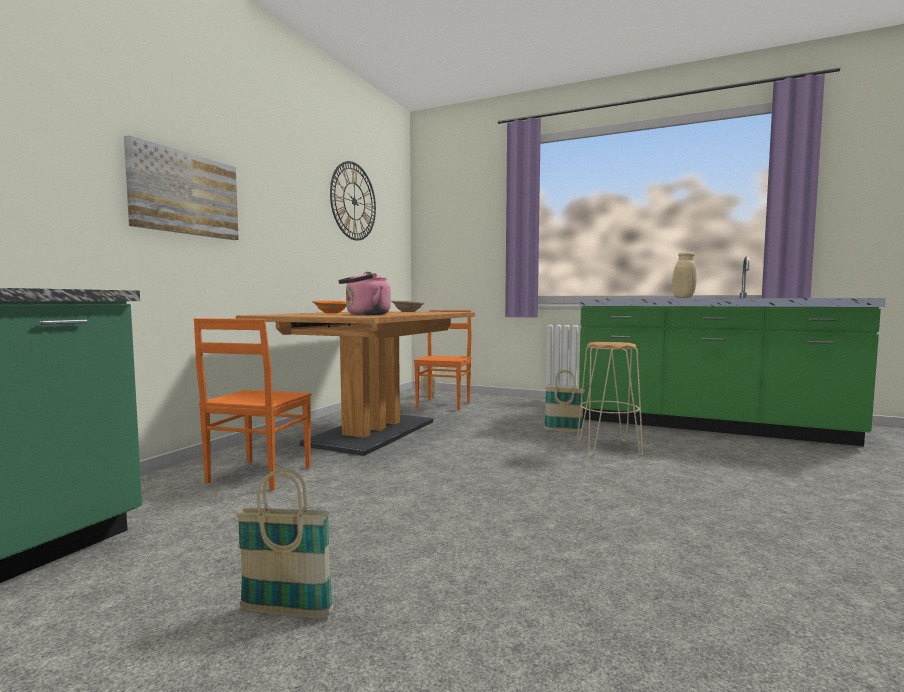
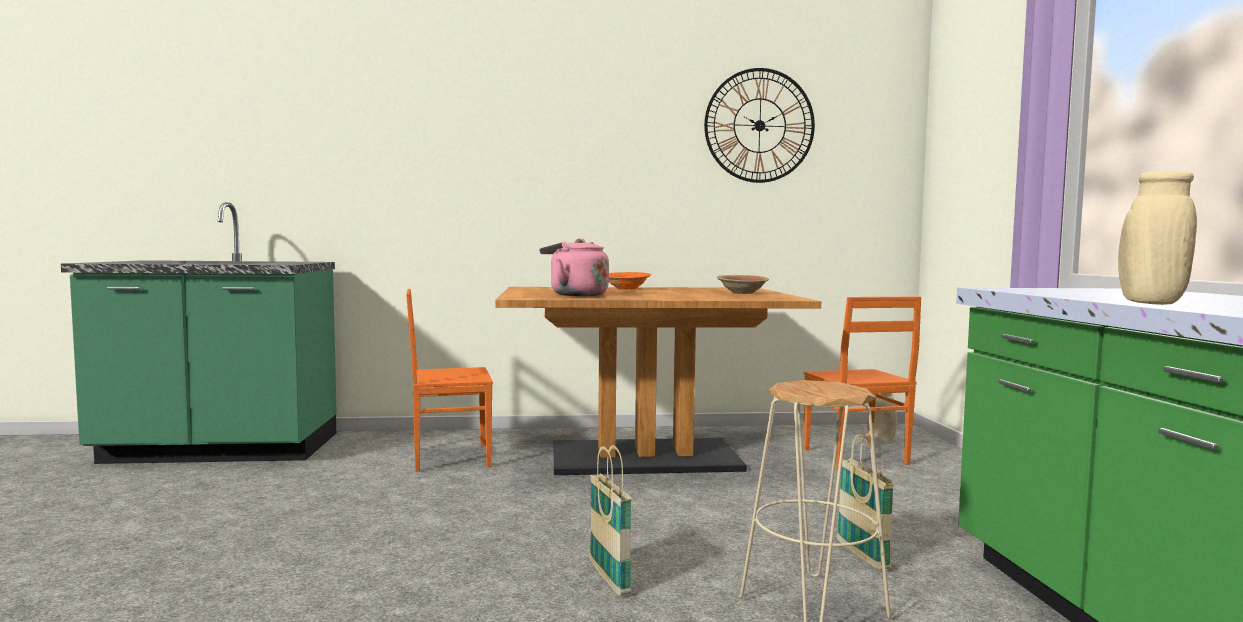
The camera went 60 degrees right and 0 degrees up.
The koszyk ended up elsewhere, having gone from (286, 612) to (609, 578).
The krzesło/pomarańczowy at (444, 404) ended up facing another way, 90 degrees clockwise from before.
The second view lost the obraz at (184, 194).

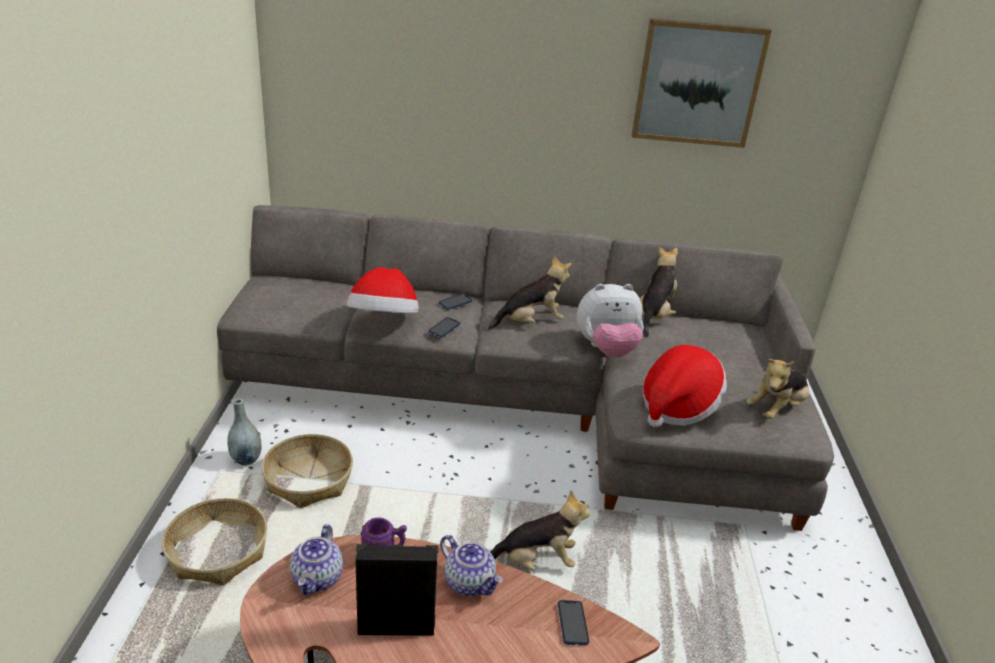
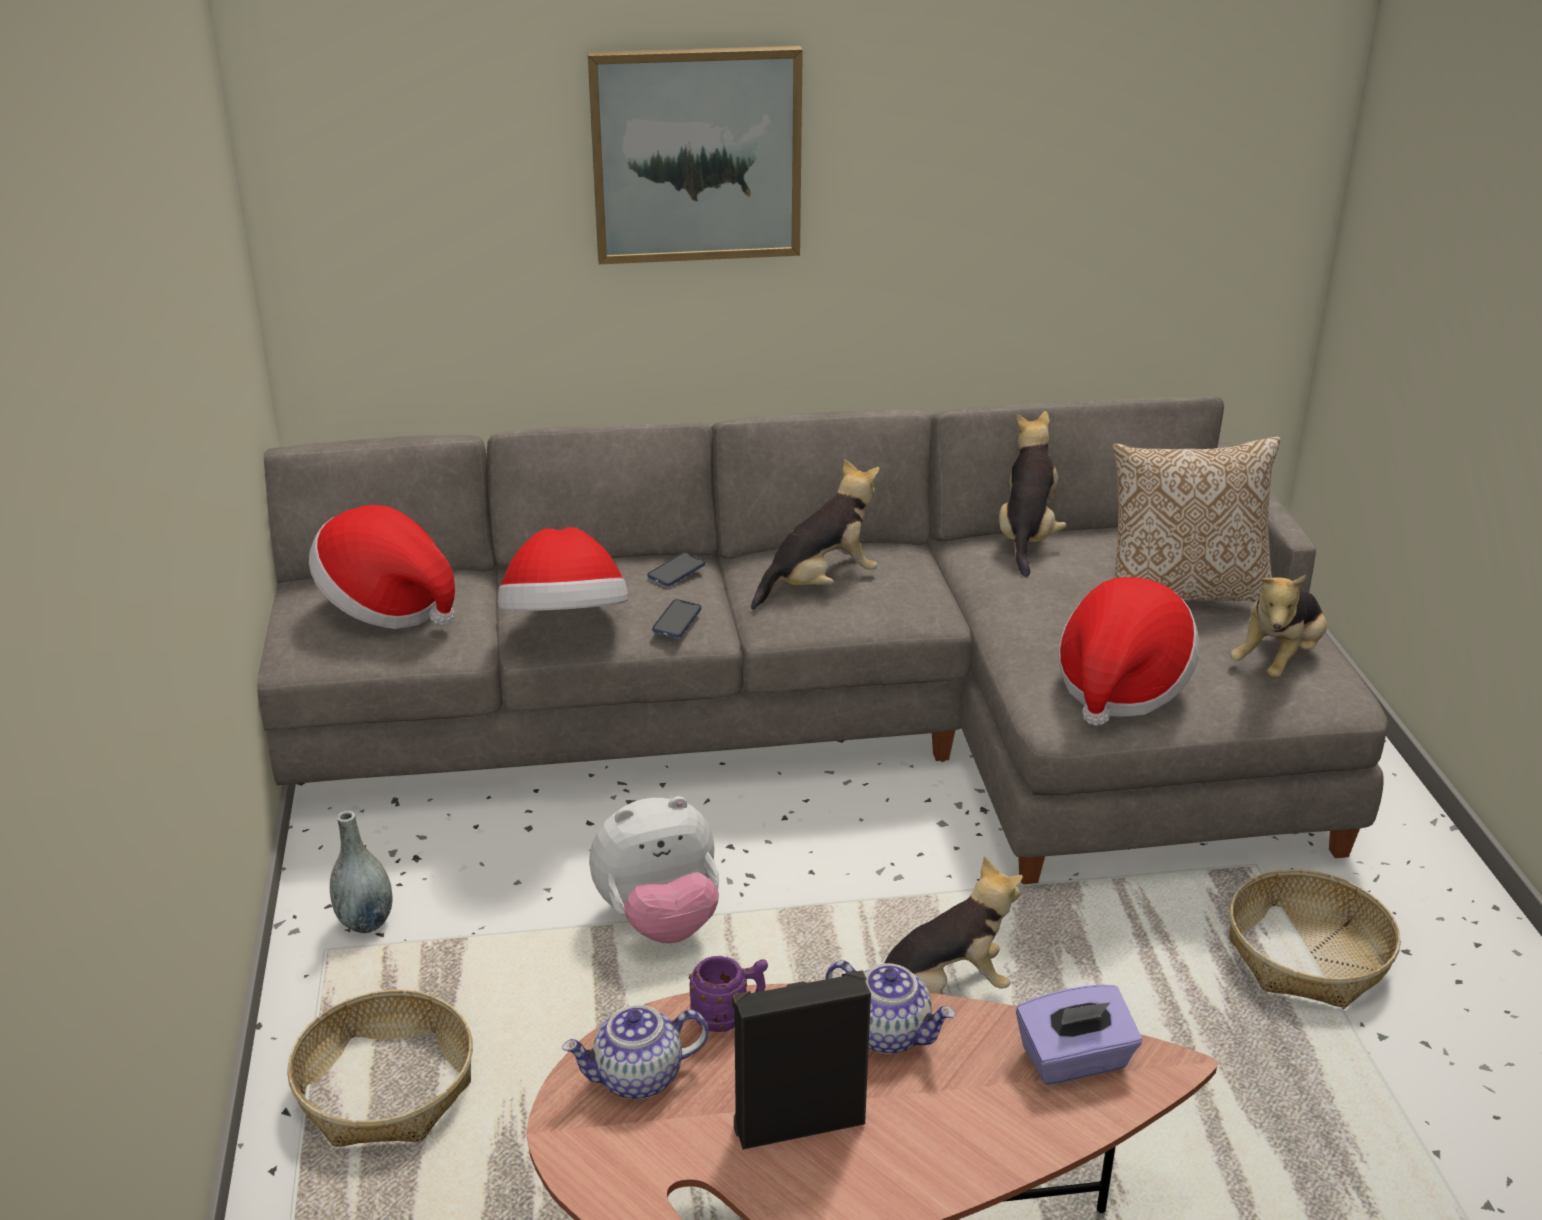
The camera went 10 degrees left and 0 degrees up.
The second view gained the kapelusz at (387, 606).
The imbryk at (318, 579) ended up facing another way, 75 degrees clockwise from before.
The obraz ended up elsewhere, having gone from (698, 83) to (696, 155).
The pluszak ended up elsewhere, having gone from (607, 350) to (659, 921).
Where the telefon stood at (572, 623), the pudełko chusteczek/fioletowy came to stand at (1074, 1060).
The second view gained the poduszka at (1183, 593).
The koszyk ended up elsewhere, having gone from (309, 480) to (1307, 956).

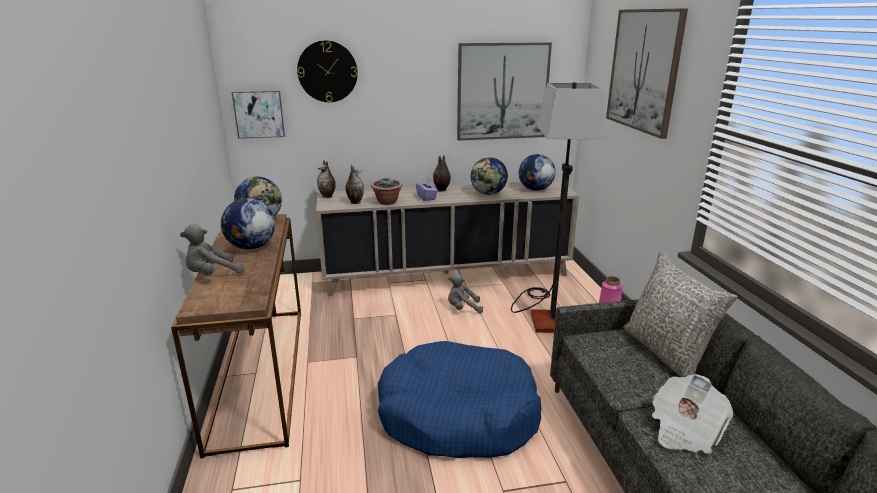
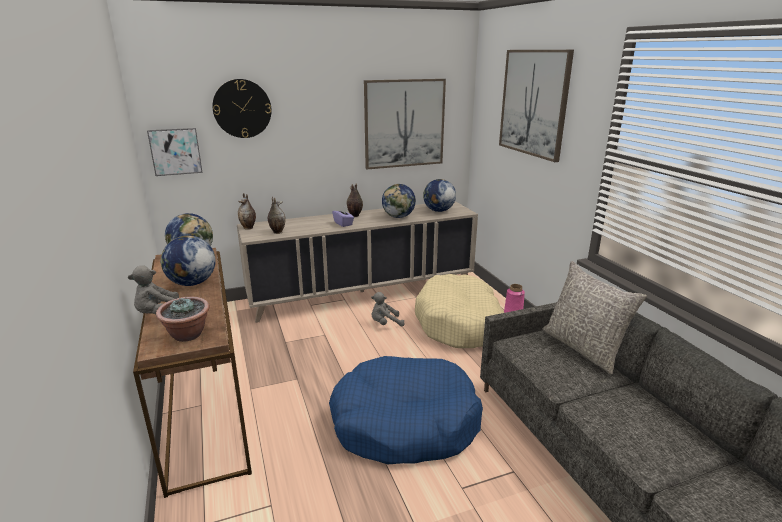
The camera went 10 degrees left and 0 degrees up.
The roślina doniczkowa ended up elsewhere, having gone from (387, 202) to (188, 335).
Where the lampa stojąca stood at (545, 315), the legowisko/beżowy came to stand at (459, 323).
The second view lost the gazeta at (684, 430).

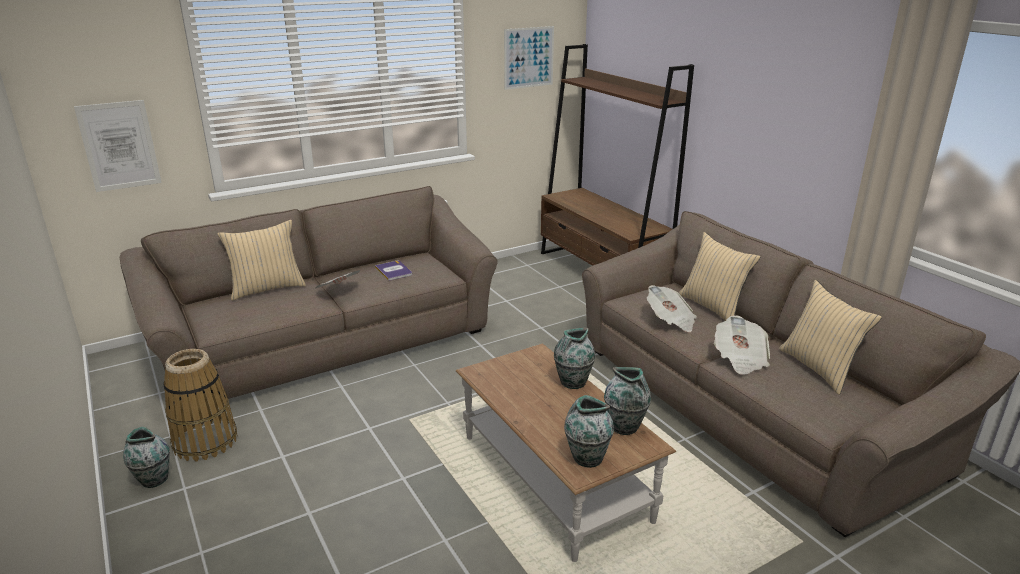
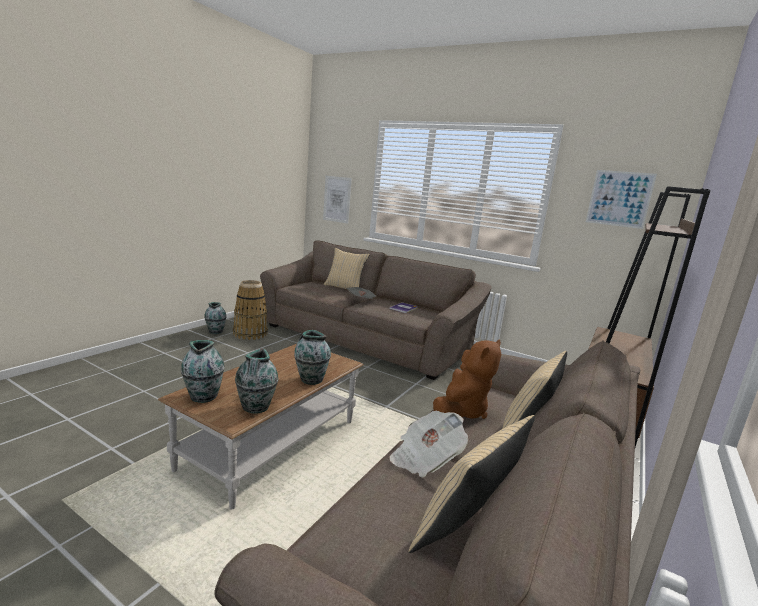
The camera went 60 degrees right and 10 degrees down.
Where the gazeta stood at (670, 321), the pluszak/brązowy came to stand at (461, 411).

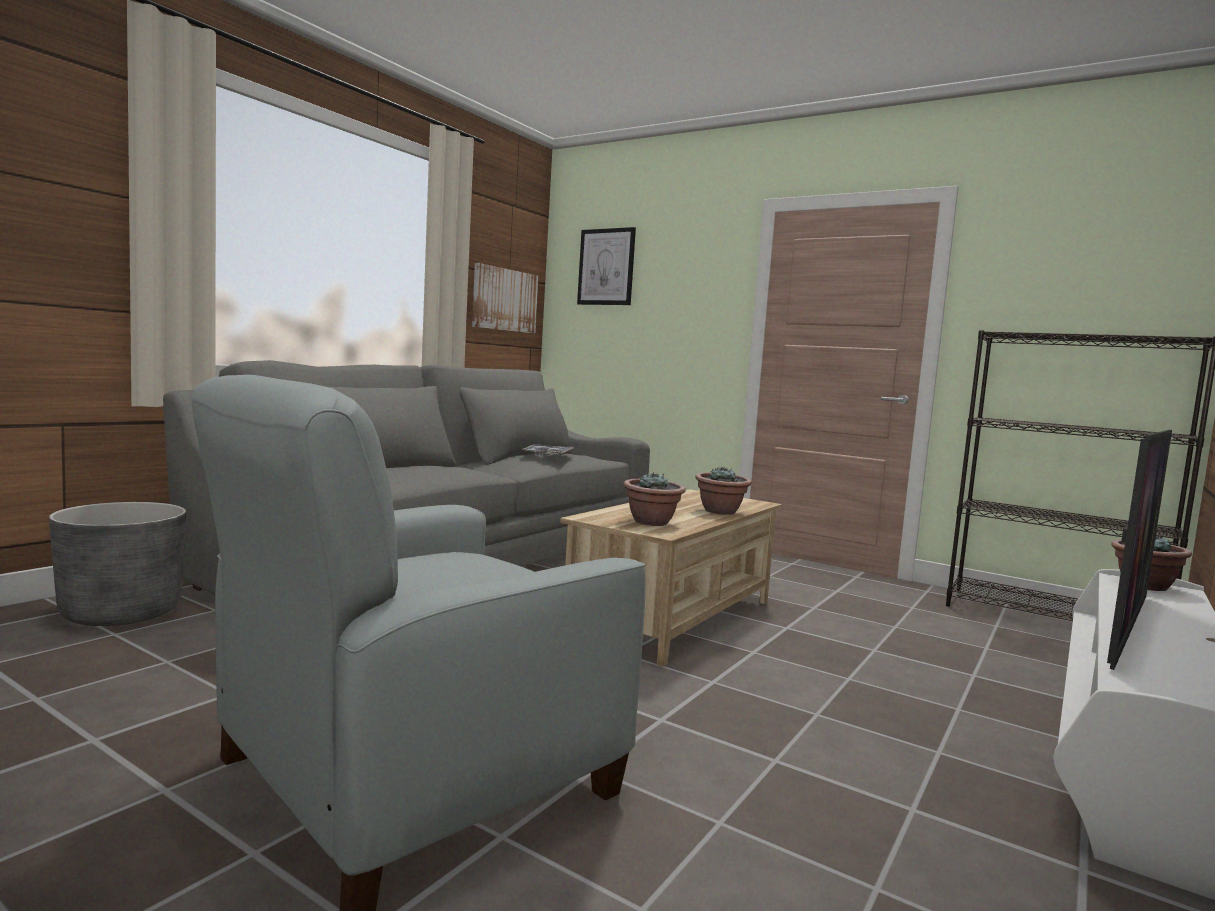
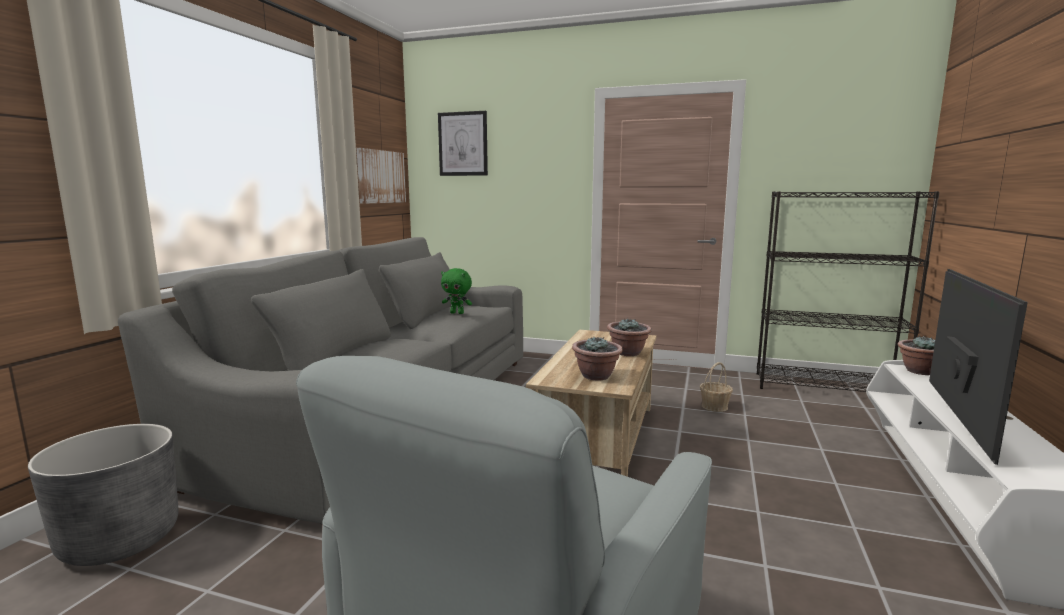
The camera went 15 degrees left and 5 degrees up.
Where the taca stood at (548, 455), the pluszak/zielony came to stand at (457, 313).
The second view gained the koszyk at (715, 406).

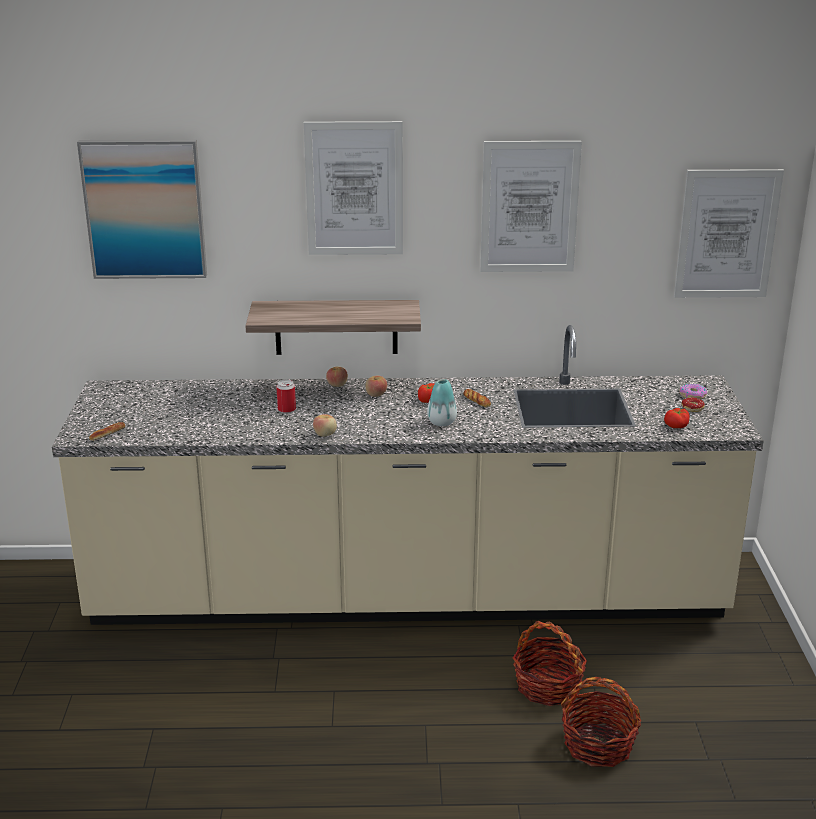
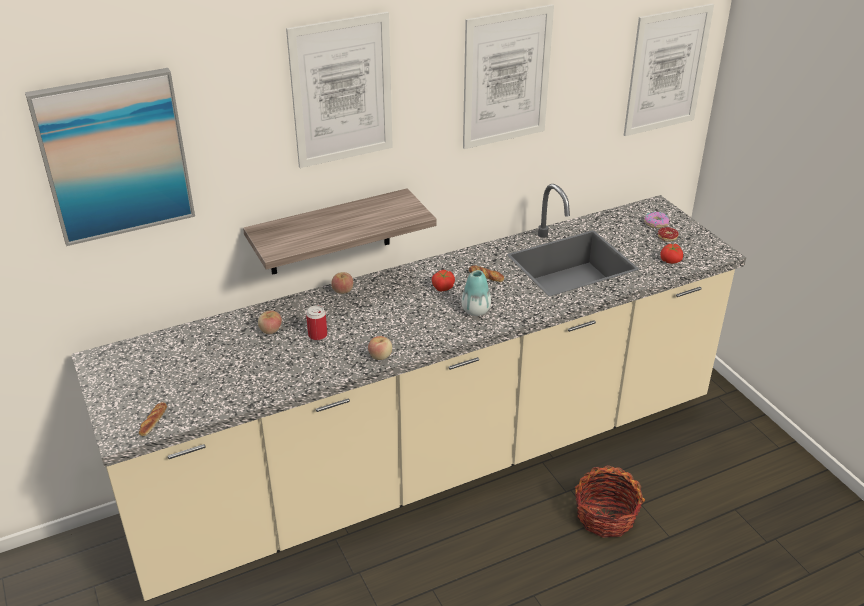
The camera went 25 degrees left and 10 degrees up.
The jabłko ended up elsewhere, having gone from (376, 395) to (270, 330).
The second view lost the koszyk at (598, 745).

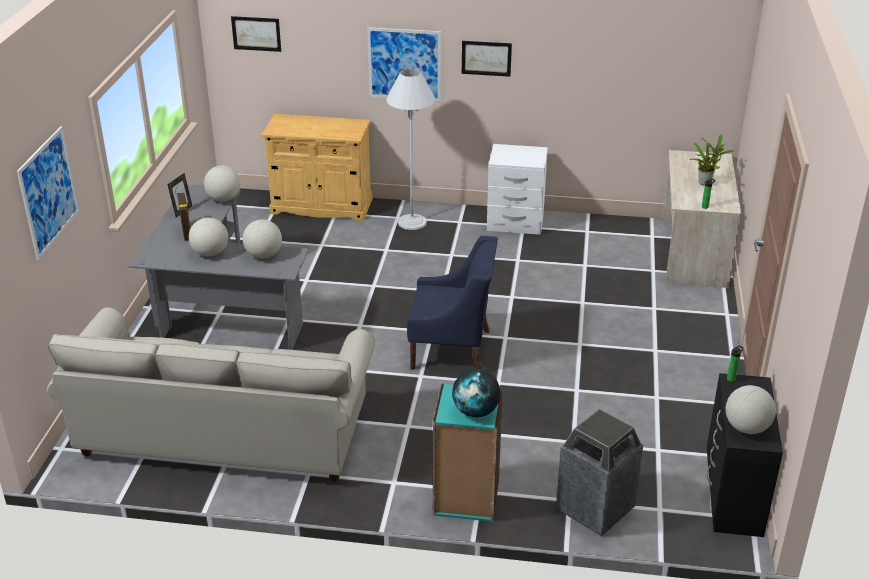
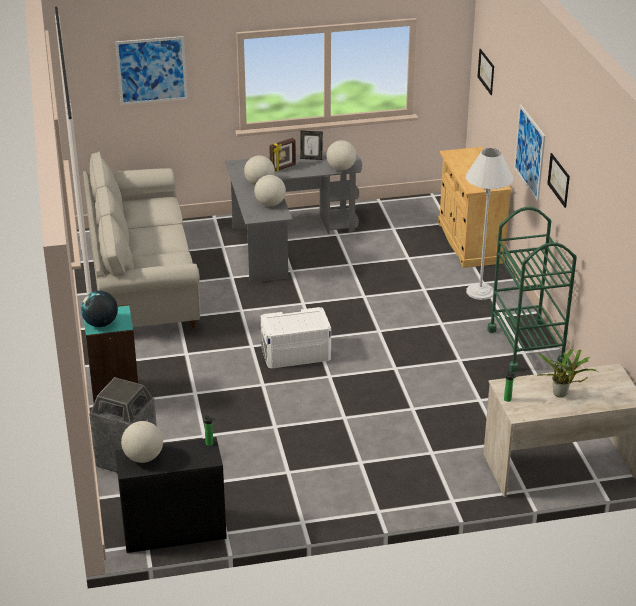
The camera went 70 degrees right and 0 degrees up.
Where the fotel/niebieski stood at (452, 349), the pojemnik do przechowywania/biały came to stand at (295, 353).
Where the szafka nocna/biały stood at (515, 223), the wózek/zielony came to stand at (526, 346).

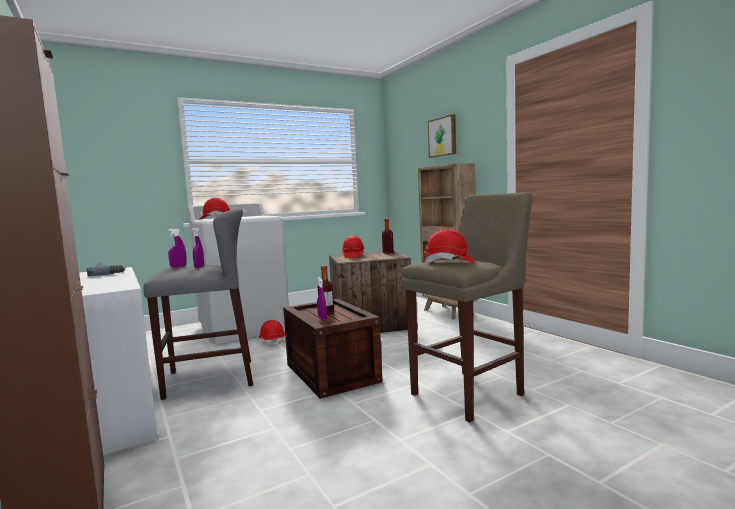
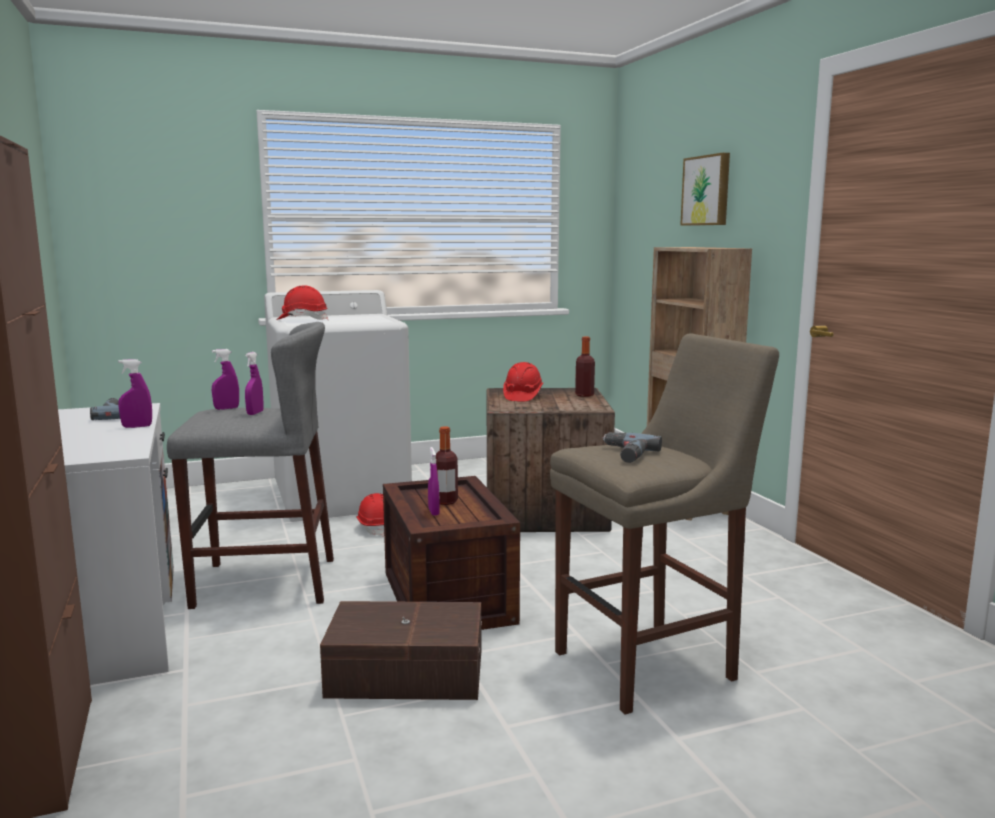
The camera went 10 degrees right and 5 degrees up.
The second view gained the spryskiwacz/fioletowy at (137, 426).
The second view gained the pojemnik do przechowywania/brązowy at (405, 672).
Where the kask/czerwony stood at (449, 262), the wiertarka came to stand at (624, 454).

